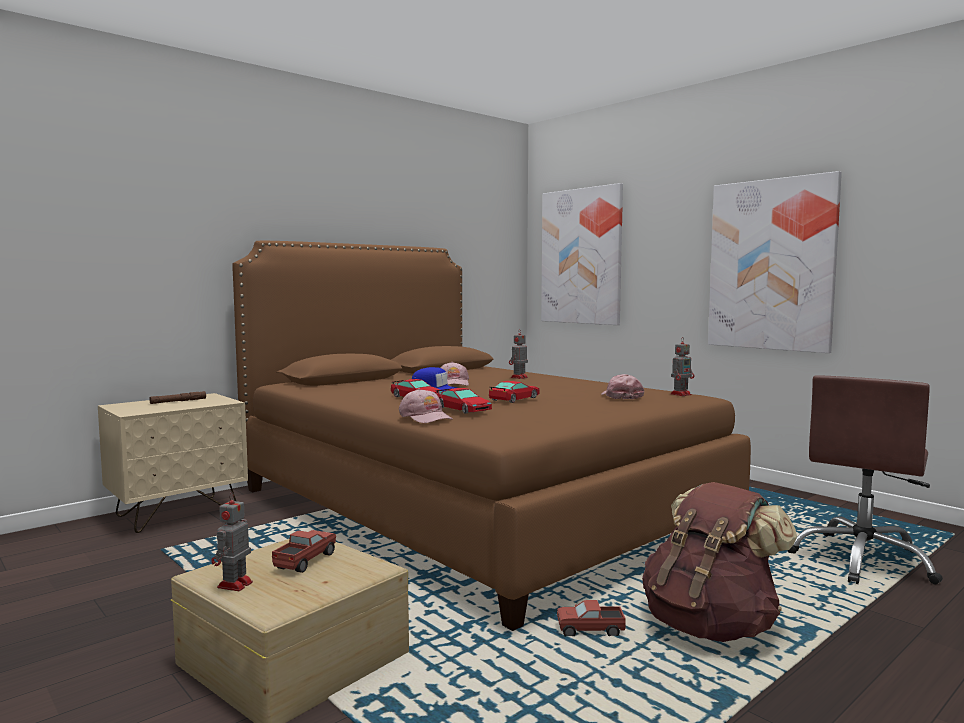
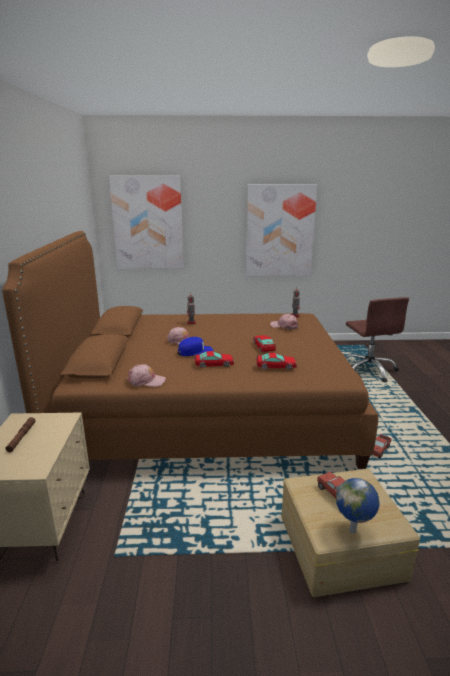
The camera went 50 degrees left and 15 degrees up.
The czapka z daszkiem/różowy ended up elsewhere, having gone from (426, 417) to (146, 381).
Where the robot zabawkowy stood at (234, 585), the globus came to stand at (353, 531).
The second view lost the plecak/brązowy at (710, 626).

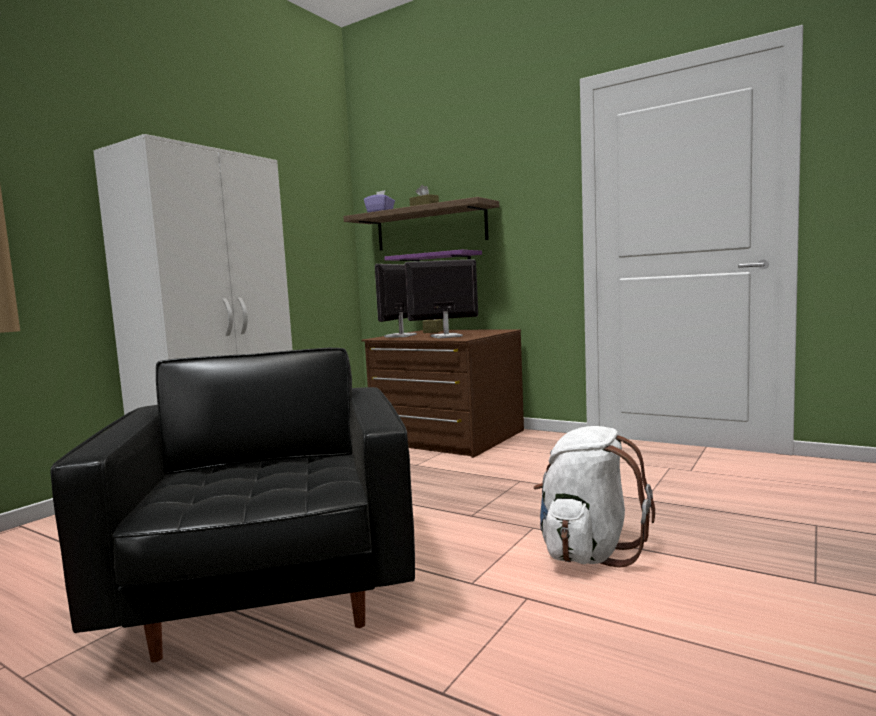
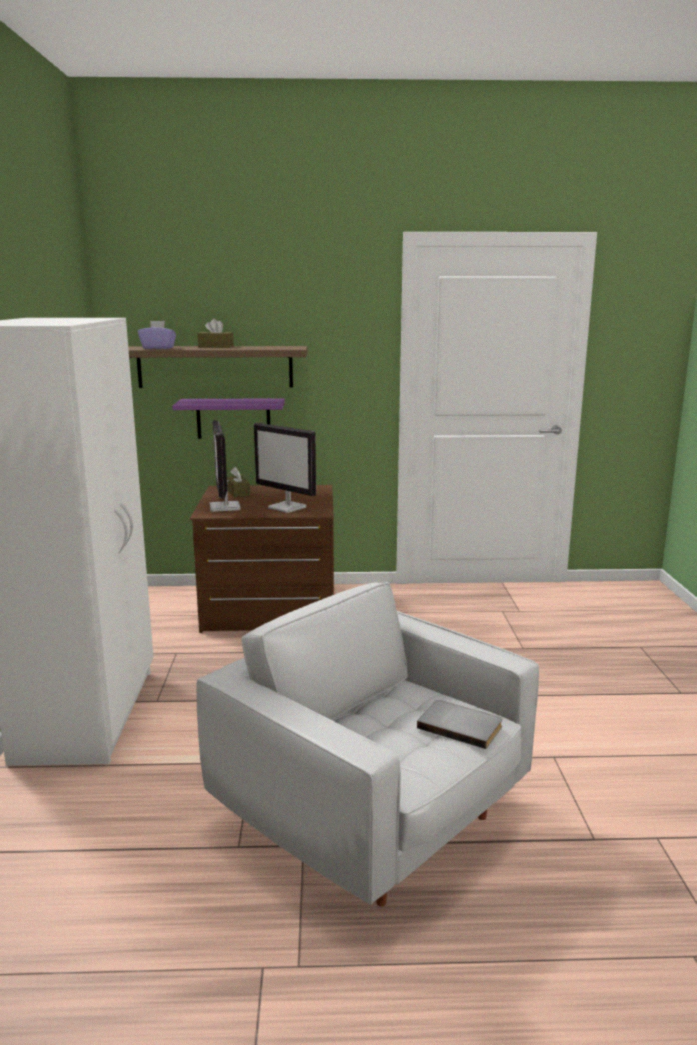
The camera went 35 degrees left and 10 degrees up.
What was the fotel/czarny at (269, 592) turned into the fotel/biały at (373, 818).
The monitor at (445, 336) ended up facing another way, 90 degrees counterclockwise from before.
The second view gained the książka/szary at (461, 725).
The second view lost the plecak/biały at (588, 551).

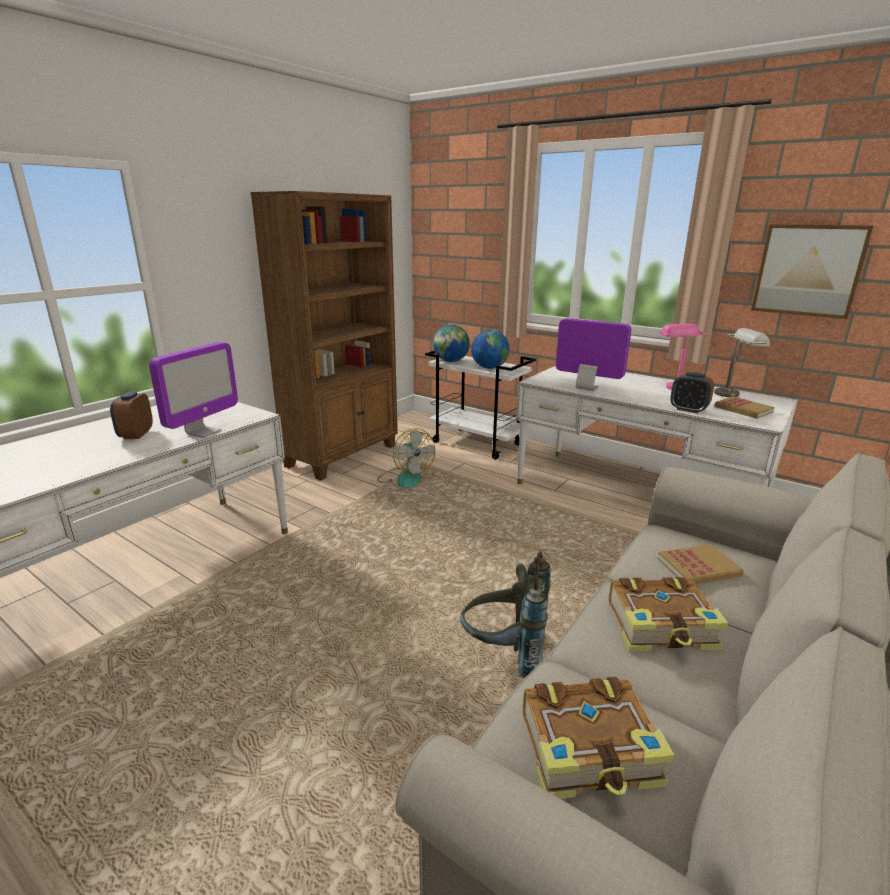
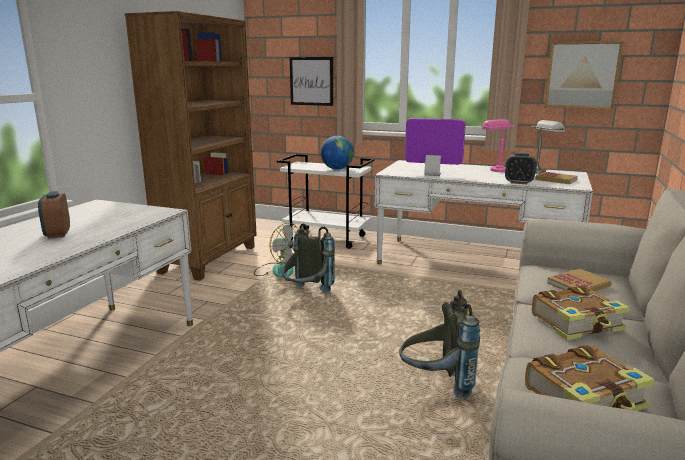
The camera went 15 degrees left and 5 degrees down.
The second view gained the plecak/szary at (306, 294).
The second view gained the obraz at (311, 81).
The second view lost the monitor at (203, 432).
The second view lost the globus at (451, 361).

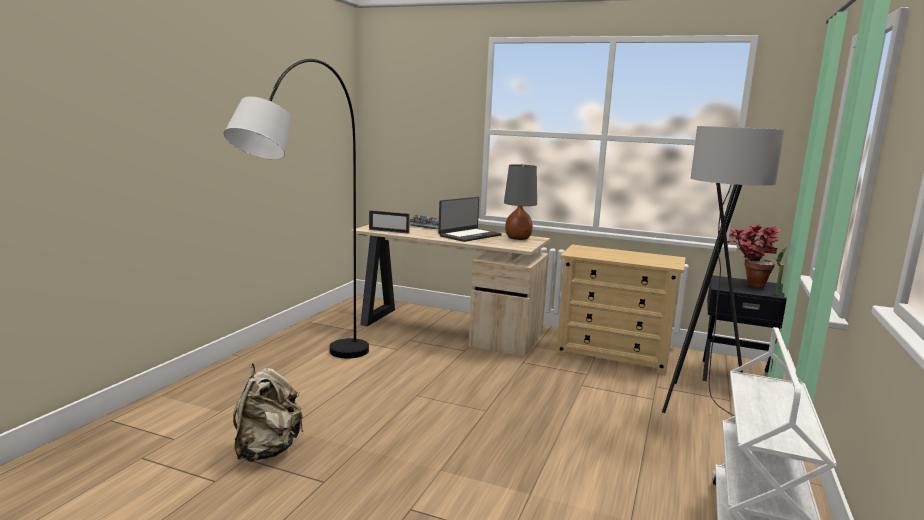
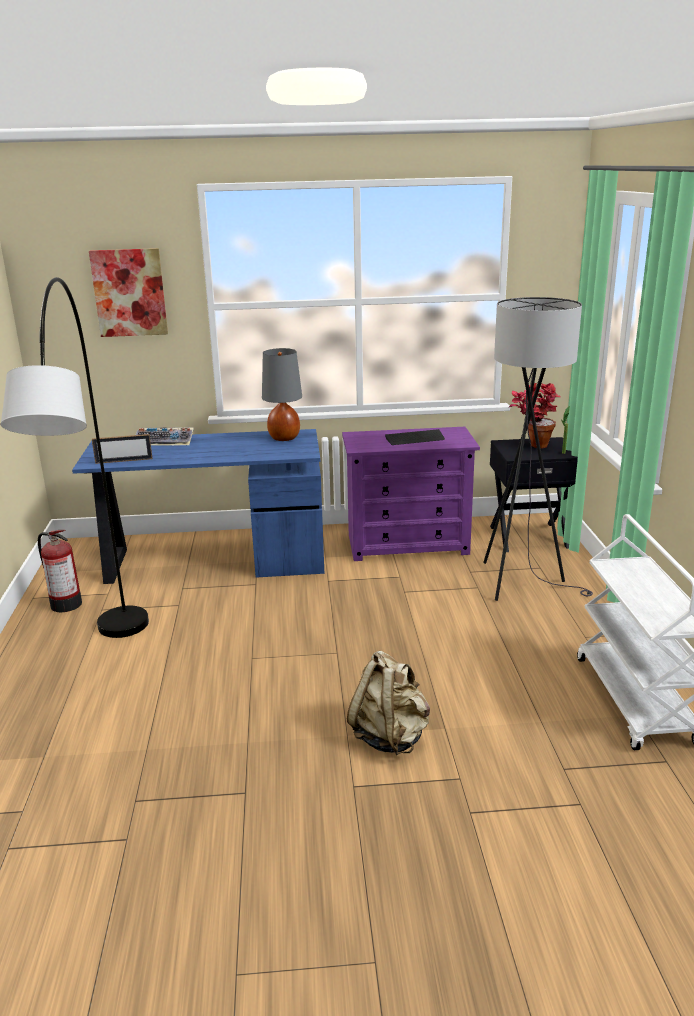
The camera went 25 degrees left and 10 degrees up.
The second view gained the gaśnica at (64, 604).
What was the biurko/beżowy at (447, 329) turned into the biurko/niebieski at (212, 560).
The second view gained the obraz at (129, 293).
What was the komoda/beżowy at (613, 354) turned into the komoda/fioletowy at (408, 544).
The plecak/beżowy ended up elsewhere, having gone from (267, 450) to (390, 736).
The second view gained the klawiatura at (415, 439).
The second view lost the laptop at (469, 235).

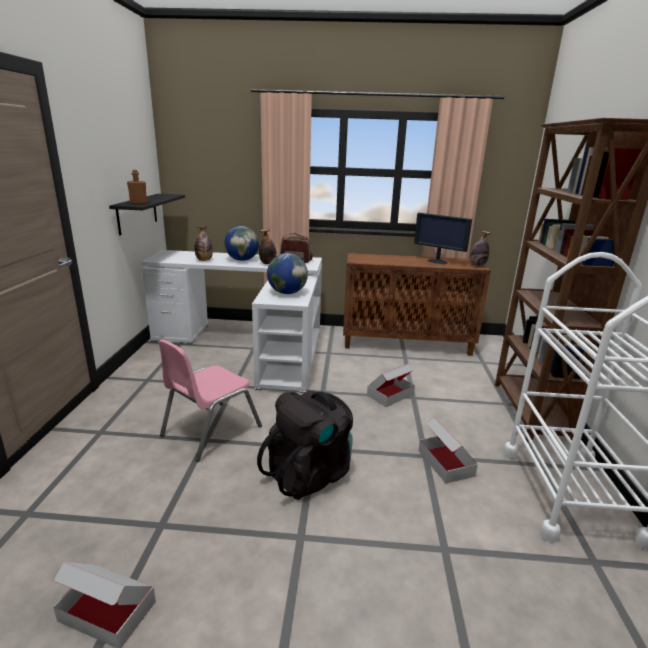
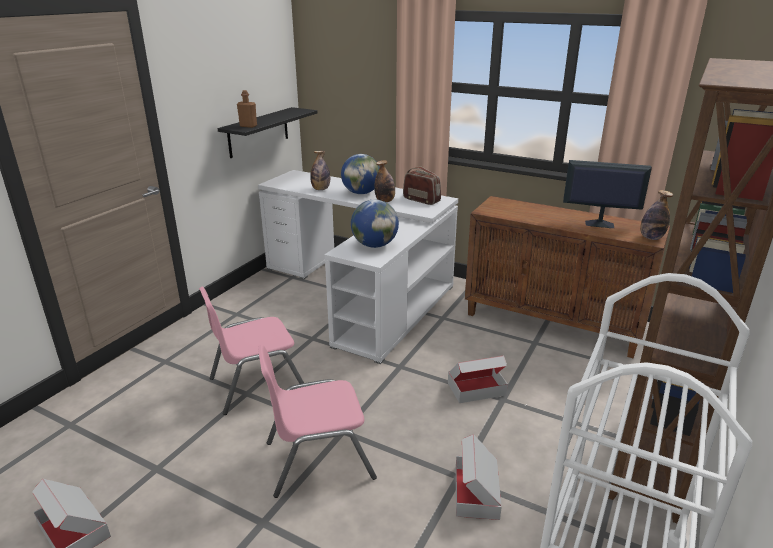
The camera went 25 degrees right and 5 degrees up.
Where the plecak/czarny stood at (310, 473), the krzesło/różowy came to stand at (318, 459).
The monitor at (438, 262) ended up facing another way, 135 degrees clockwise from before.

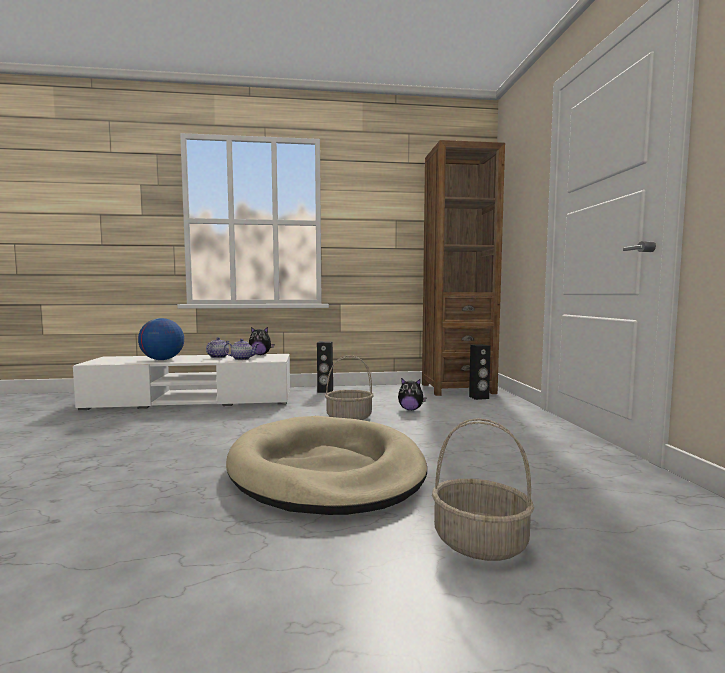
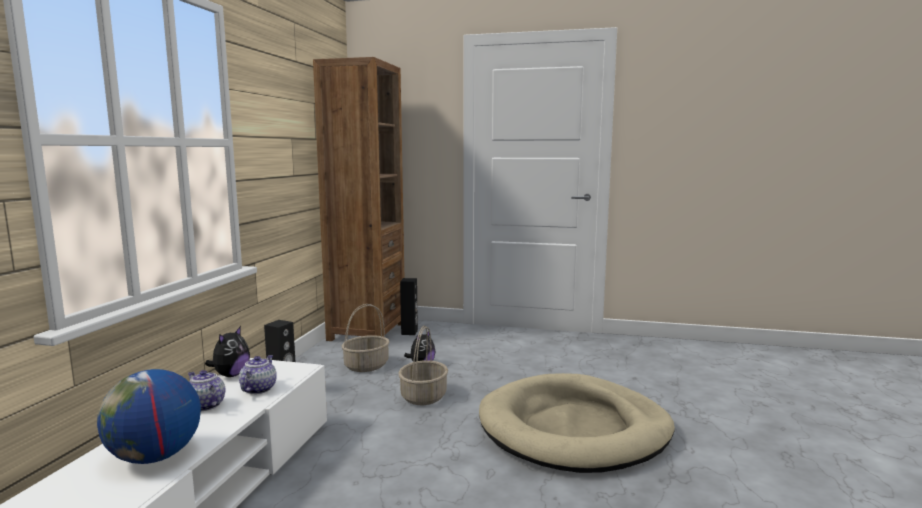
The camera went 70 degrees left and 5 degrees up.
The koszyk ended up elsewhere, having gone from (481, 542) to (366, 365).

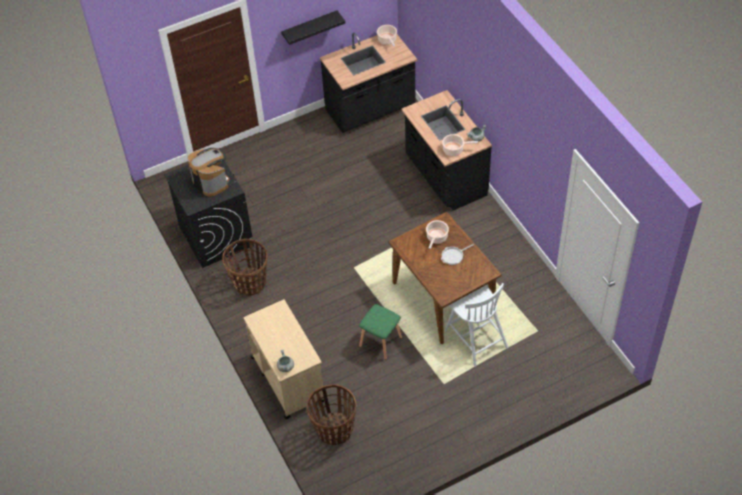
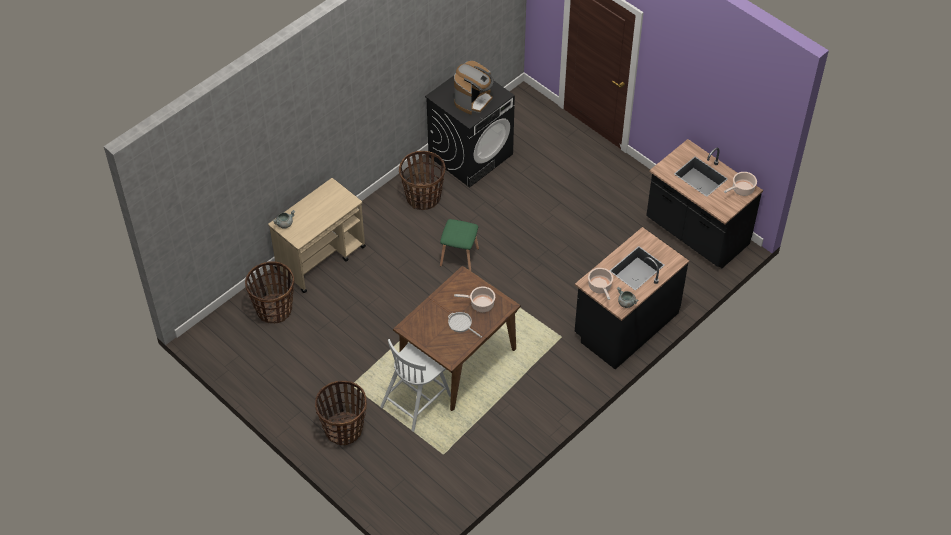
The camera went 70 degrees right and 0 degrees up.
The second view gained the koszyk at (343, 429).
The stołek/zielony ended up elsewhere, having gone from (380, 341) to (460, 257).
The second view lost the półka/czarny at (310, 28).

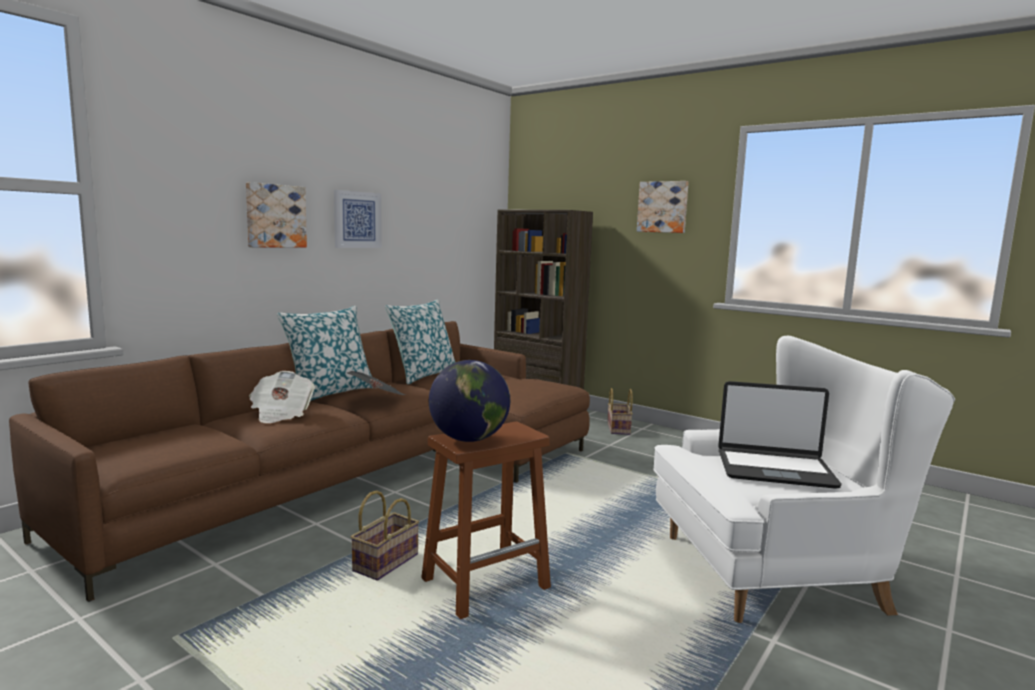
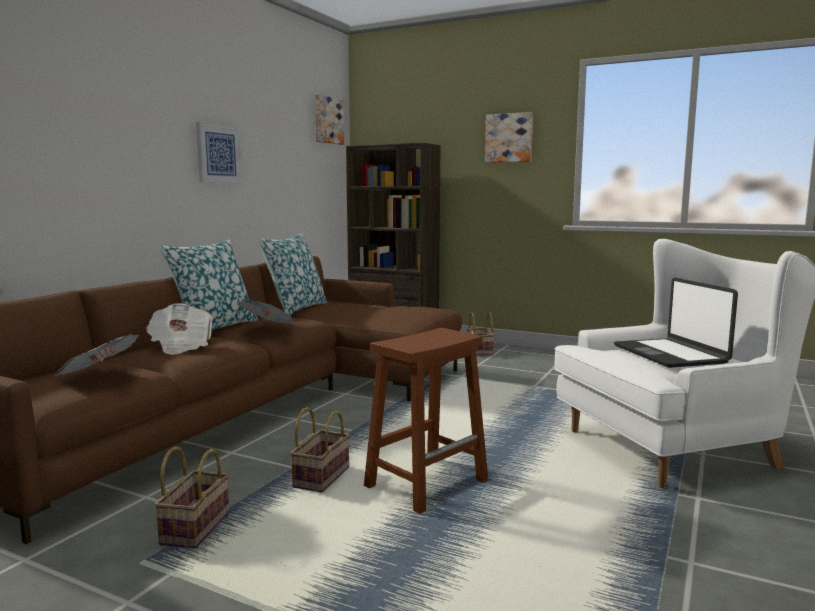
The camera went 10 degrees left and 0 degrees up.
The second view gained the gazeta at (99, 376).
The second view gained the koszyk at (195, 526).
The obraz ended up elsewhere, having gone from (275, 216) to (327, 120).
The laptop at (774, 469) ended up facing another way, 75 degrees clockwise from before.
The second view lost the globus at (468, 439).

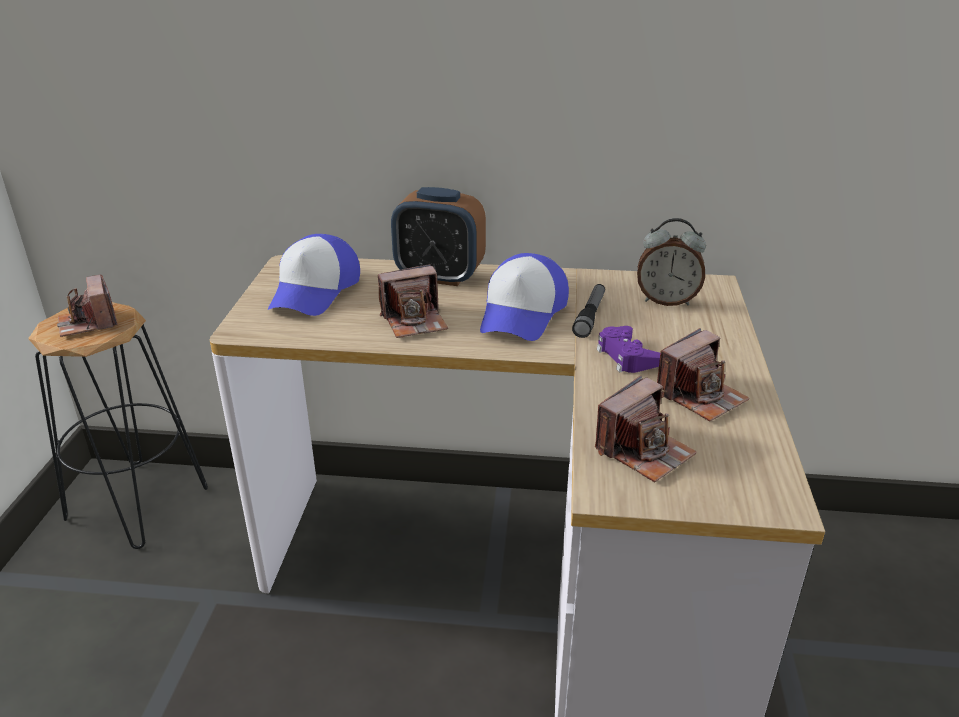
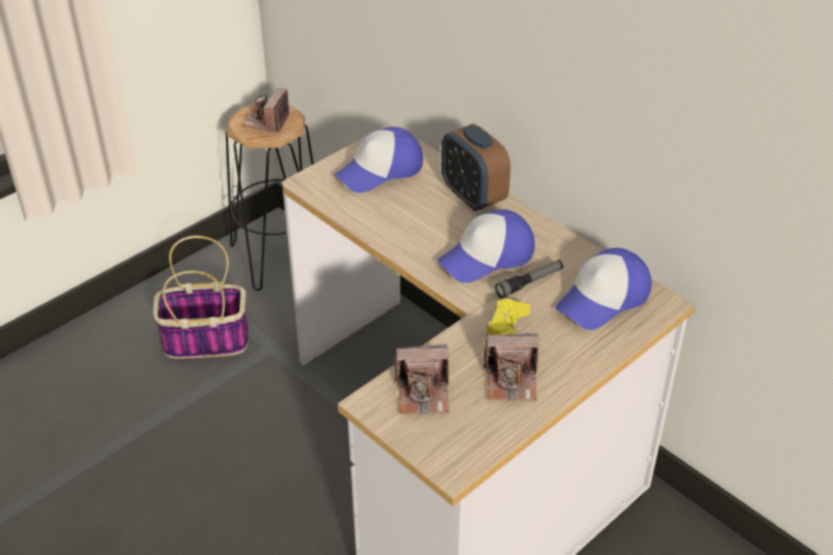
The camera went 40 degrees right and 10 degrees up.
The second view gained the koszyk at (204, 340).
What was the pad do gier/fioletowy at (626, 356) turned into the pad do gier/żółty at (507, 327).
Where the budzik stood at (666, 300), the czapka z daszkiem came to stand at (603, 299).
The second view lost the aparat fotograficzny at (414, 321).

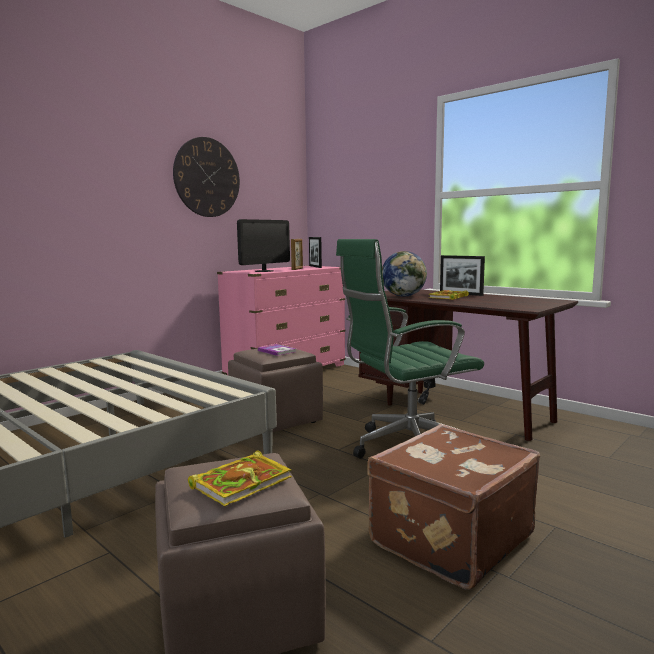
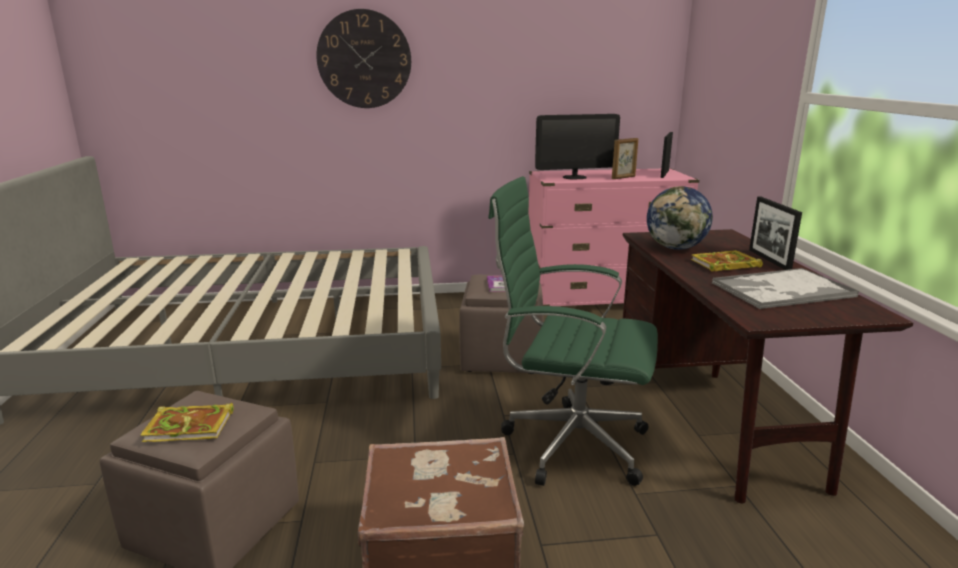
The camera went 40 degrees right and 10 degrees up.
The zegar ścienny ended up elsewhere, having gone from (207, 177) to (364, 59).
The second view gained the taca at (781, 290).

